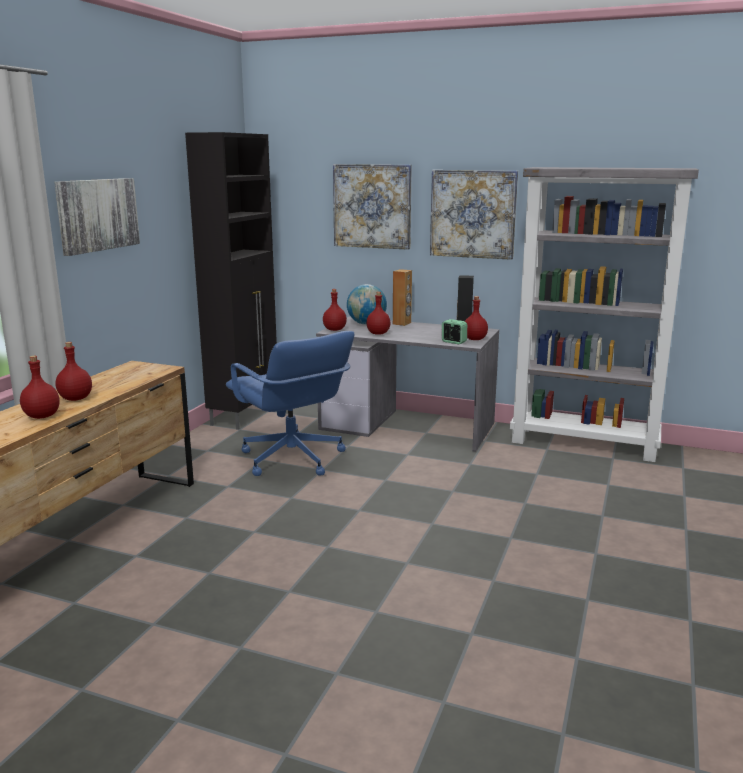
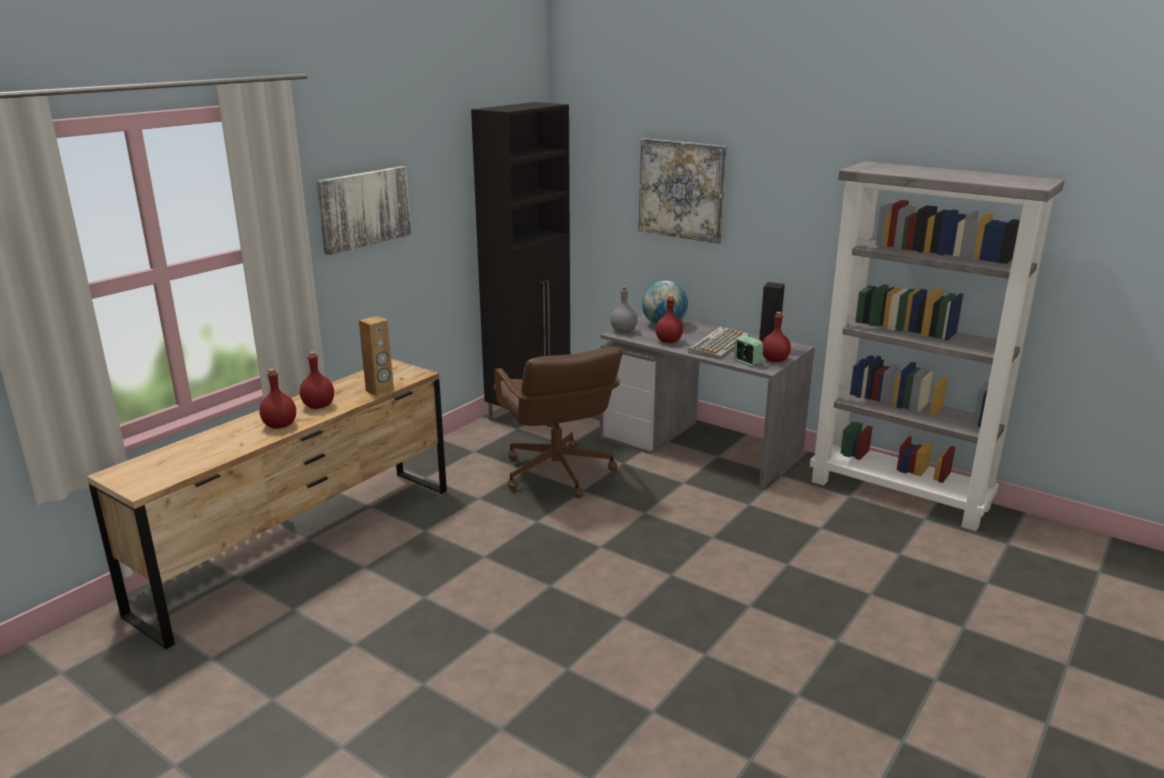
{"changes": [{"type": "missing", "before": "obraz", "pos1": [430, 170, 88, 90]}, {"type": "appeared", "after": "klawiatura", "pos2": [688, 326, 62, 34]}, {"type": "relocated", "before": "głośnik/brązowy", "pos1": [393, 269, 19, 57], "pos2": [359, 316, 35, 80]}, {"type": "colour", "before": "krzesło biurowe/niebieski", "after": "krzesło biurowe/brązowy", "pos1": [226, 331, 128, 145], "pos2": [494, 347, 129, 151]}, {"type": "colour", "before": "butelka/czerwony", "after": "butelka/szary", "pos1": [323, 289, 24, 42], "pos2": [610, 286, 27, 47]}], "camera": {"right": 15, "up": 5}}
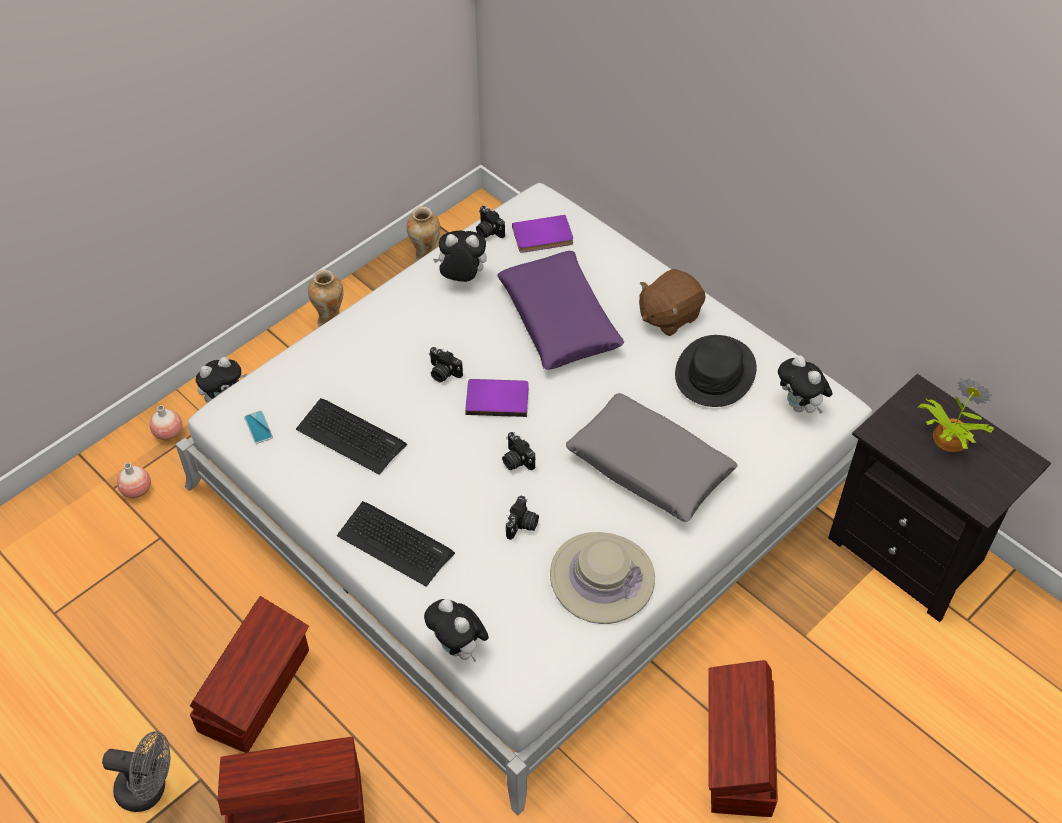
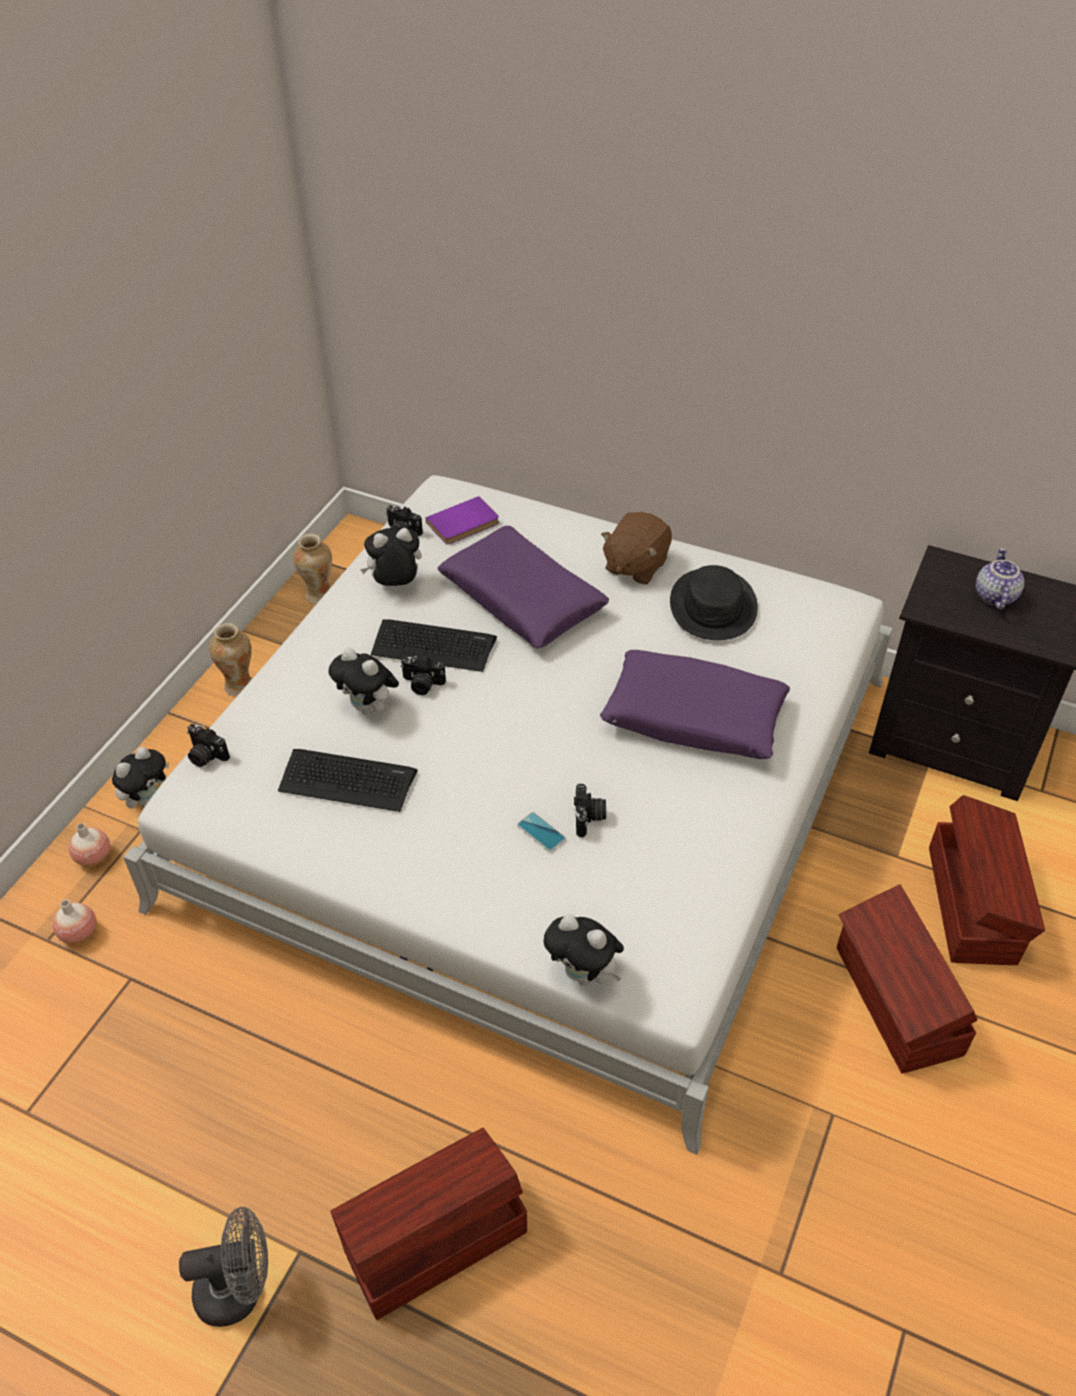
{"changes": [{"type": "missing", "before": "książka/fioletowy", "pos1": [465, 379, 64, 38]}, {"type": "missing", "before": "kapelusz/beżowy", "pos1": [550, 532, 105, 92]}, {"type": "relocated", "before": "pojemnik do przechowywania/brązowy", "pos1": [190, 596, 119, 157], "pos2": [929, 795, 116, 170]}, {"type": "relocated", "before": "telefon", "pos1": [244, 411, 29, 33], "pos2": [517, 812, 49, 40]}, {"type": "relocated", "before": "klawiatura", "pos1": [337, 501, 118, 86], "pos2": [371, 619, 126, 53]}, {"type": "relocated", "before": "aparat fotograficzny", "pos1": [502, 432, 33, 38], "pos2": [186, 724, 44, 43]}, {"type": "relocated", "before": "pluszak", "pos1": [778, 355, 55, 59], "pos2": [328, 648, 71, 67]}, {"type": "exchanged", "before": "roślina doniczkowa", "after": "imbryk", "pos1": [918, 378, 76, 74], "pos2": [976, 548, 48, 62]}, {"type": "colour", "before": "poduszka/szary", "after": "poduszka/fioletowy", "pos1": [566, 393, 172, 129], "pos2": [600, 650, 190, 109]}], "camera": {"right": -20, "up": -5}}
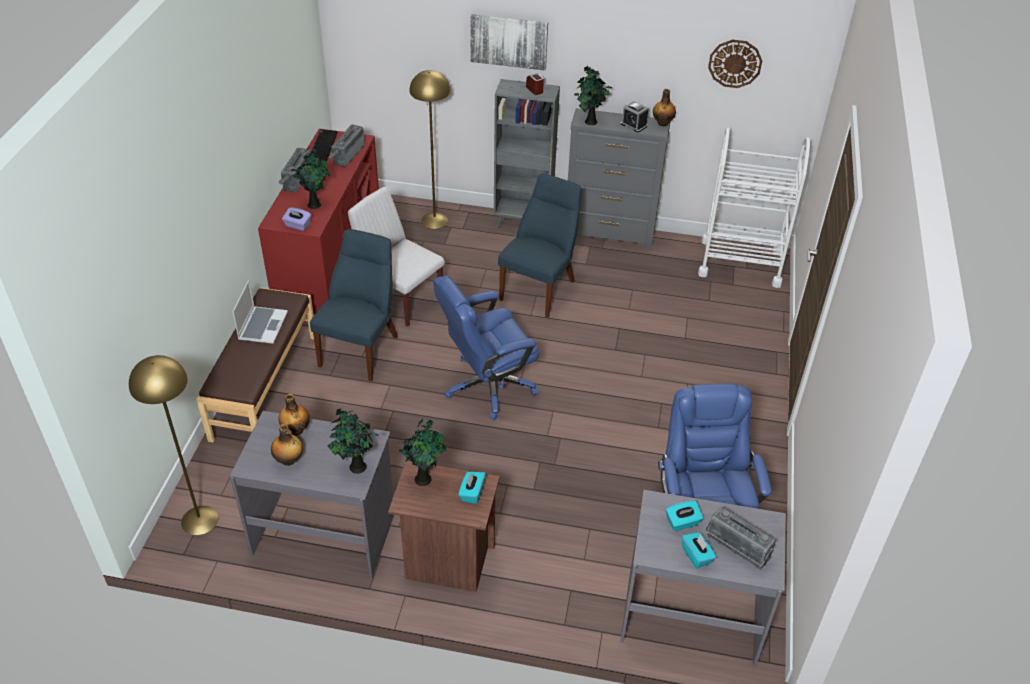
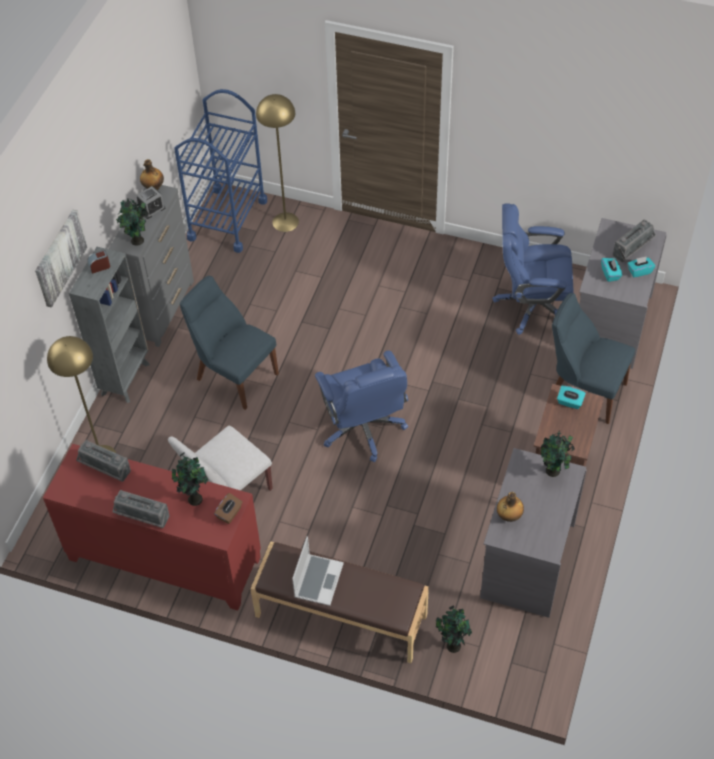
{"changes": [{"type": "missing", "before": "butelka", "pos1": [271, 424, 32, 42]}, {"type": "missing", "before": "klawiatura", "pos1": [311, 129, 27, 32]}, {"type": "missing", "before": "zegar ścienny", "pos1": [708, 40, 54, 48]}, {"type": "relocated", "before": "lampa stojąca/żółty", "pos1": [129, 355, 89, 180], "pos2": [256, 94, 43, 138]}, {"type": "relocated", "before": "krzesło/niebieski", "pos1": [310, 229, 88, 152], "pos2": [552, 293, 83, 131]}, {"type": "relocated", "before": "roślina doniczkowa", "pos1": [399, 419, 48, 67], "pos2": [436, 605, 36, 48]}, {"type": "colour", "before": "pudełko chusteczek/fioletowy", "after": "pudełko chusteczek/brązowy", "pos1": [282, 208, 29, 23], "pos2": [214, 493, 29, 31]}, {"type": "colour", "before": "wózek/biały", "after": "wózek/niebieski", "pos1": [698, 127, 112, 161], "pos2": [174, 89, 93, 164]}, {"type": "spun", "before": "laptop", "pos1": [232, 280, 56, 64], "pos2": [292, 536, 52, 70], "turn": 90}], "camera": {"right": -80, "up": 10}}
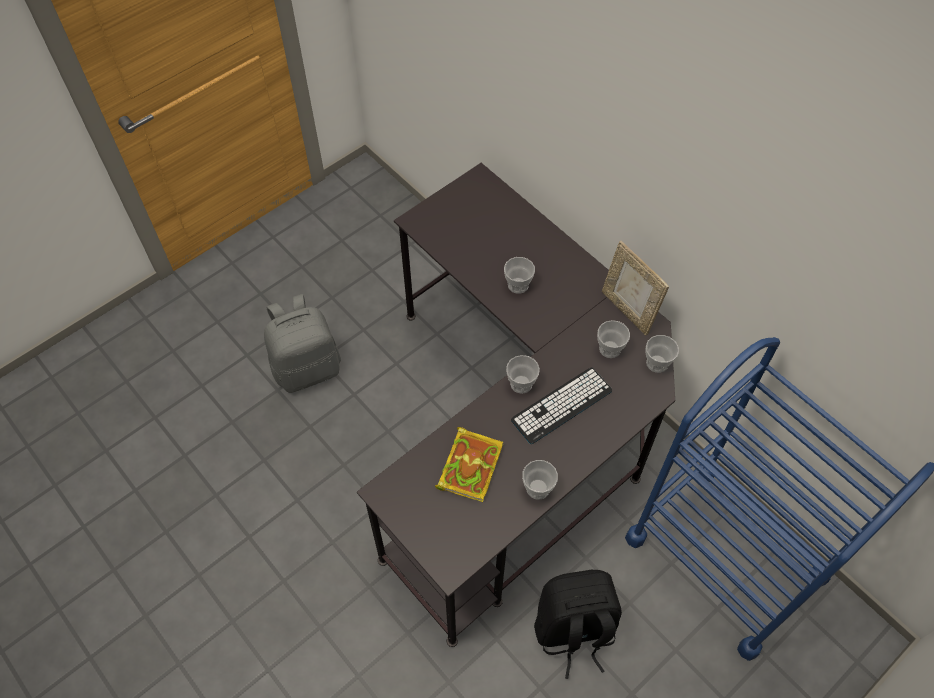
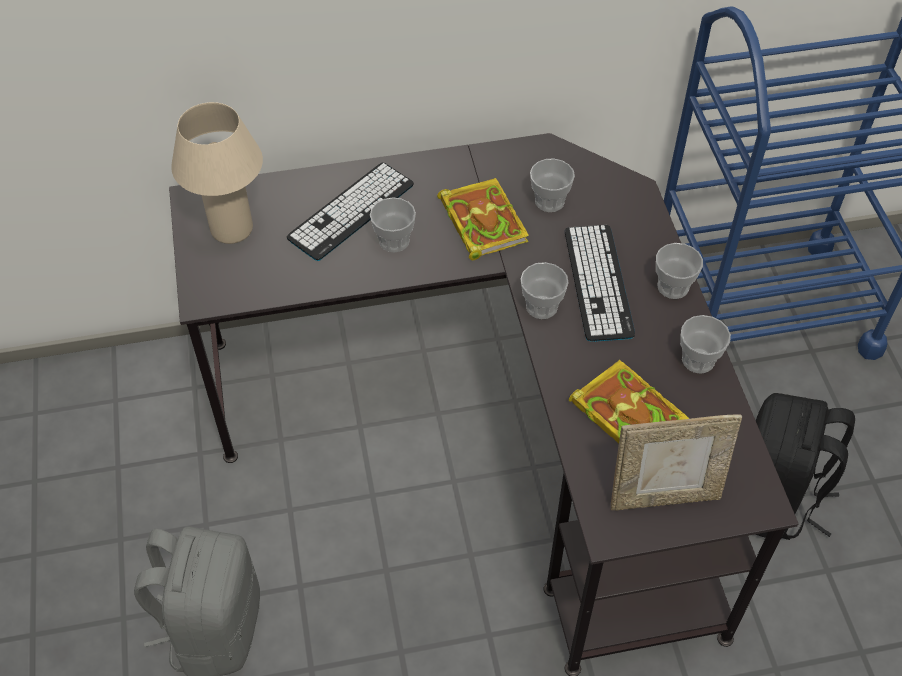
{"changes": [{"type": "appeared", "after": "lampa stołowa/beżowy", "pos2": [171, 102, 92, 142]}, {"type": "appeared", "after": "klawiatura", "pos2": [287, 163, 127, 98]}, {"type": "appeared", "after": "książka", "pos2": [437, 178, 92, 82]}, {"type": "relocated", "before": "ramka na zdjęcie", "pos1": [602, 241, 67, 95], "pos2": [611, 414, 131, 97]}, {"type": "relocated", "before": "filiżanka", "pos1": [645, 335, 34, 38], "pos2": [656, 243, 47, 56]}], "camera": {"right": -60, "up": -5}}
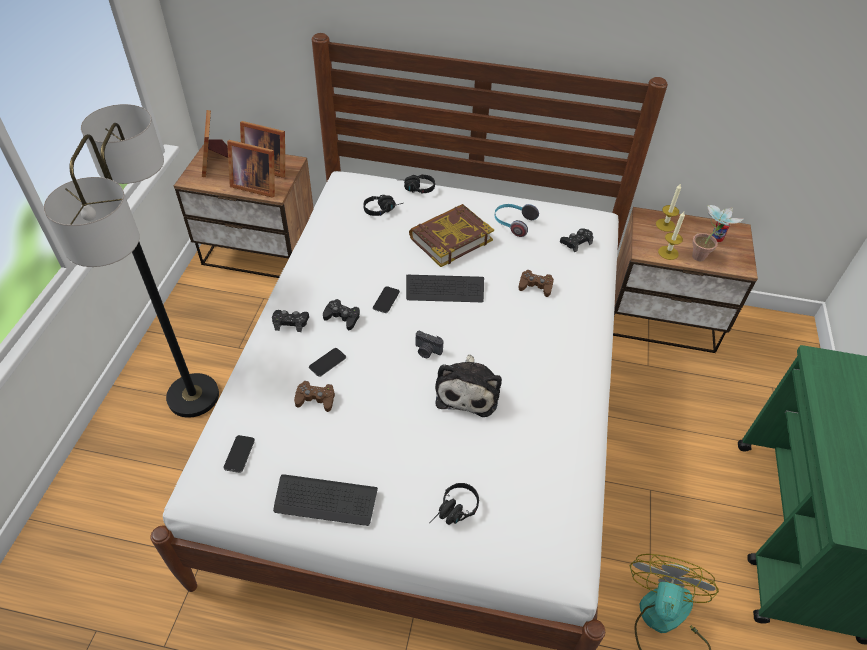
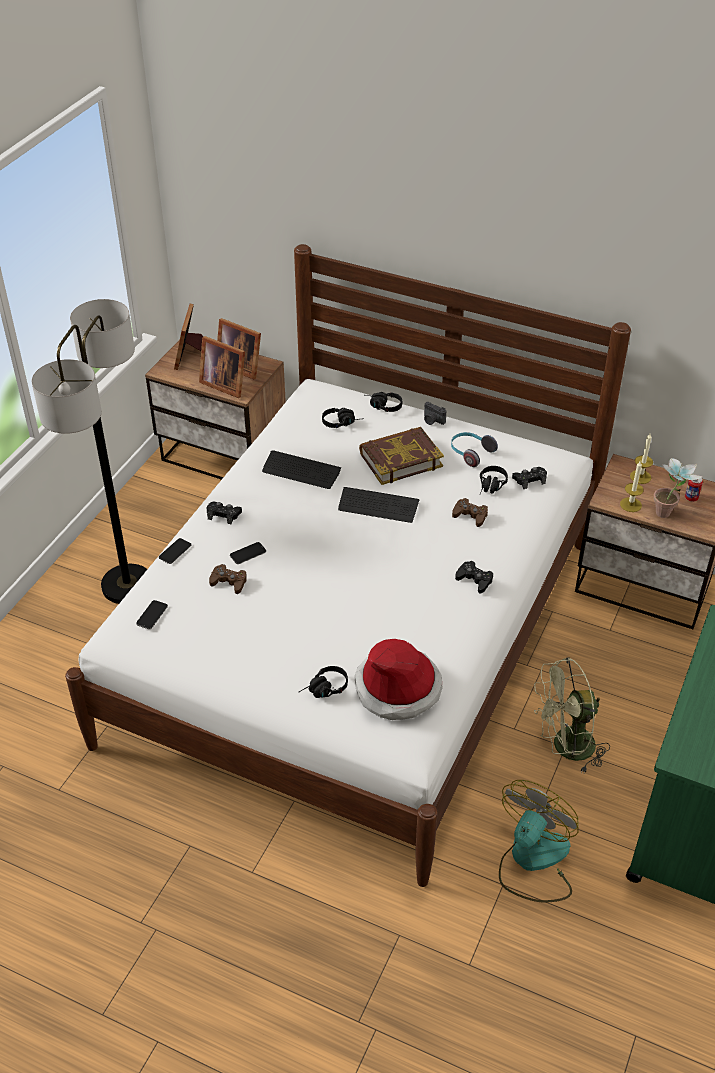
{"changes": [{"type": "missing", "before": "pluszak", "pos1": [435, 354, 67, 63]}, {"type": "appeared", "after": "kapelusz", "pos2": [354, 639, 89, 81]}, {"type": "appeared", "after": "słuchawki/czarny", "pos2": [480, 466, 28, 28]}, {"type": "appeared", "after": "wentylator/zielony", "pos2": [534, 657, 76, 116]}, {"type": "relocated", "before": "klawiatura", "pos1": [273, 474, 105, 52], "pos2": [262, 450, 79, 39]}, {"type": "relocated", "before": "pad do gier/czarny", "pos1": [323, 299, 37, 31], "pos2": [455, 561, 38, 33]}, {"type": "relocated", "before": "telefon", "pos1": [373, 286, 27, 27], "pos2": [159, 538, 32, 26]}, {"type": "relocated", "before": "aparat fotograficzny", "pos1": [416, 331, 27, 27], "pos2": [424, 402, 22, 23]}], "camera": {"right": 15, "up": -5}}
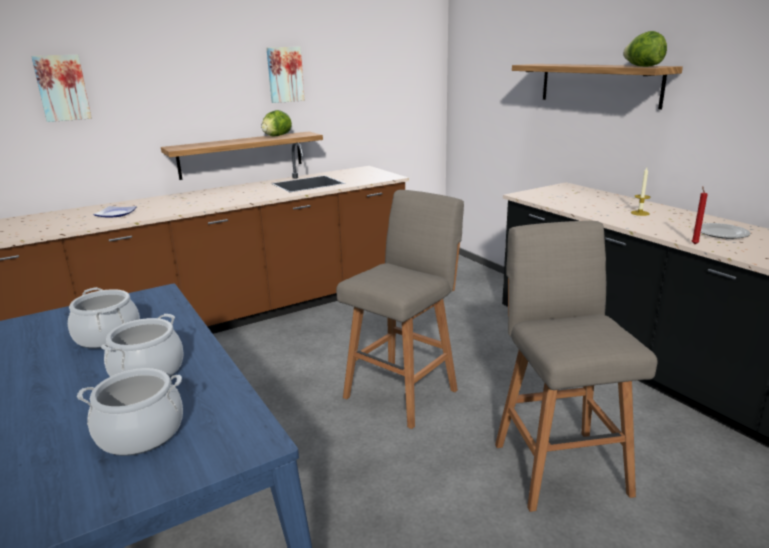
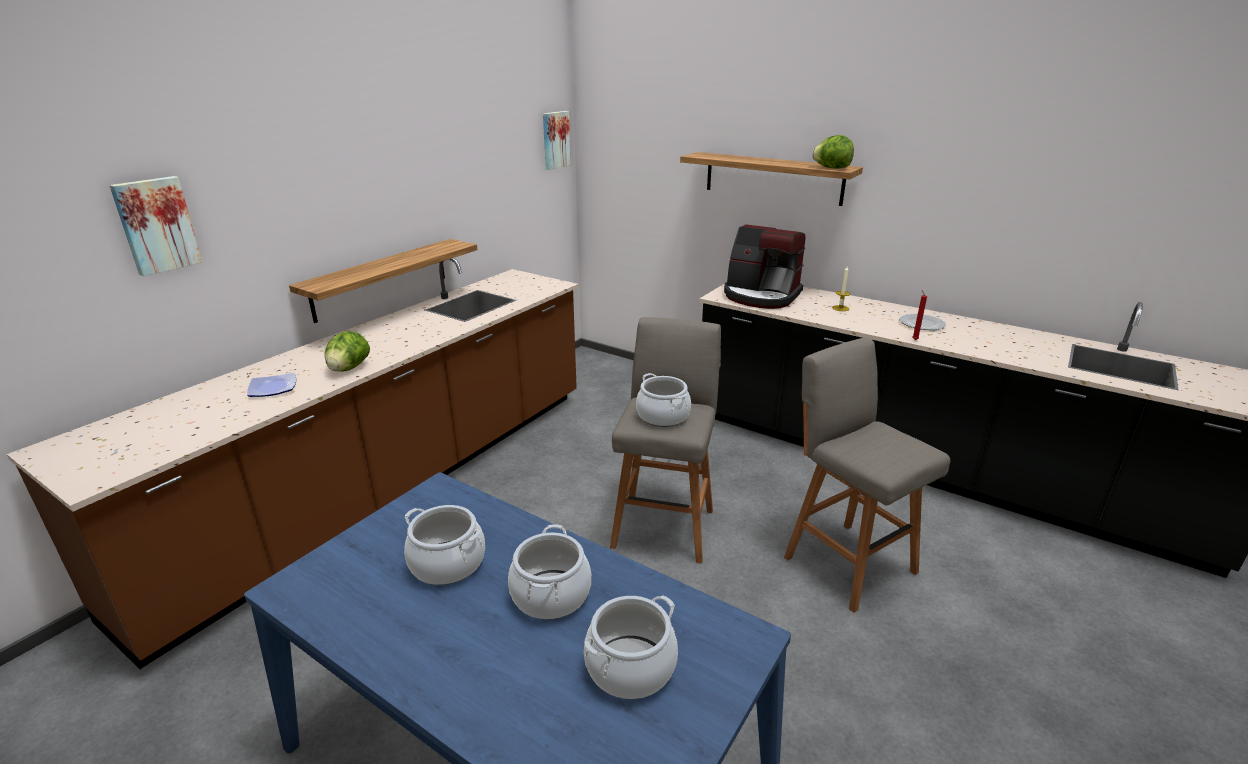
{"changes": [{"type": "appeared", "after": "garnek", "pos2": [636, 373, 55, 54]}, {"type": "appeared", "after": "ekspres do kawy", "pos2": [724, 224, 82, 85]}, {"type": "relocated", "before": "sałata", "pos1": [261, 110, 31, 26], "pos2": [325, 331, 45, 41]}, {"type": "relocated", "before": "obraz", "pos1": [266, 47, 39, 56], "pos2": [543, 111, 28, 59]}], "camera": {"right": -25, "up": 5}}
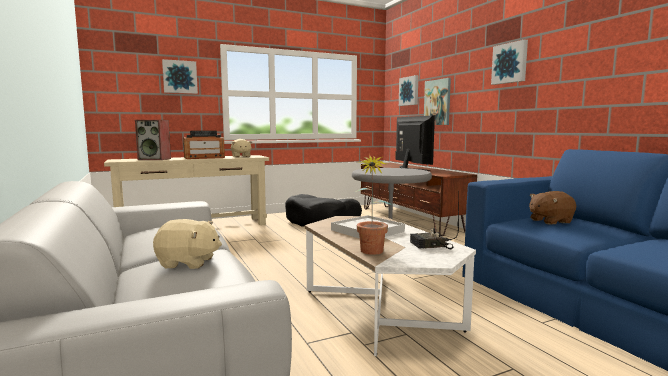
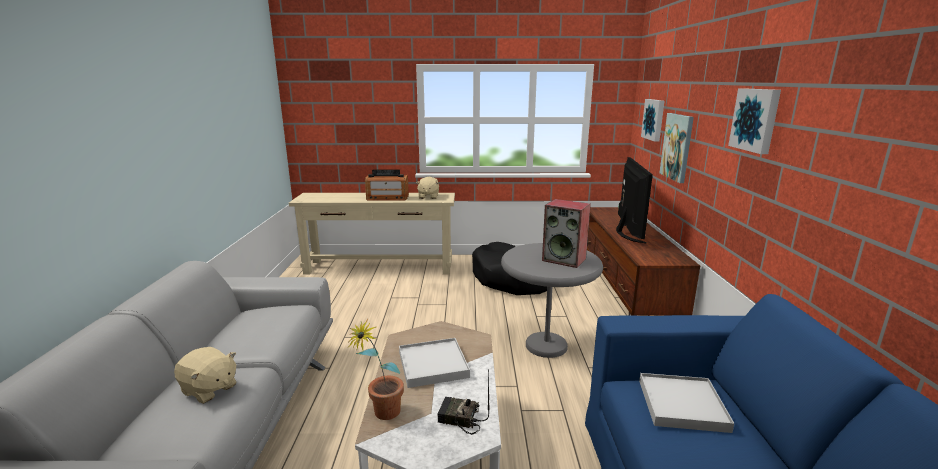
{"changes": [{"type": "missing", "before": "obraz", "pos1": [162, 59, 36, 35]}, {"type": "relocated", "before": "głośnik", "pos1": [135, 120, 36, 40], "pos2": [542, 199, 49, 69]}, {"type": "exchanged", "before": "pluszak/brązowy", "after": "taca/biały", "pos1": [529, 191, 47, 34], "pos2": [639, 373, 95, 60]}], "camera": {"right": 25, "up": 10}}
